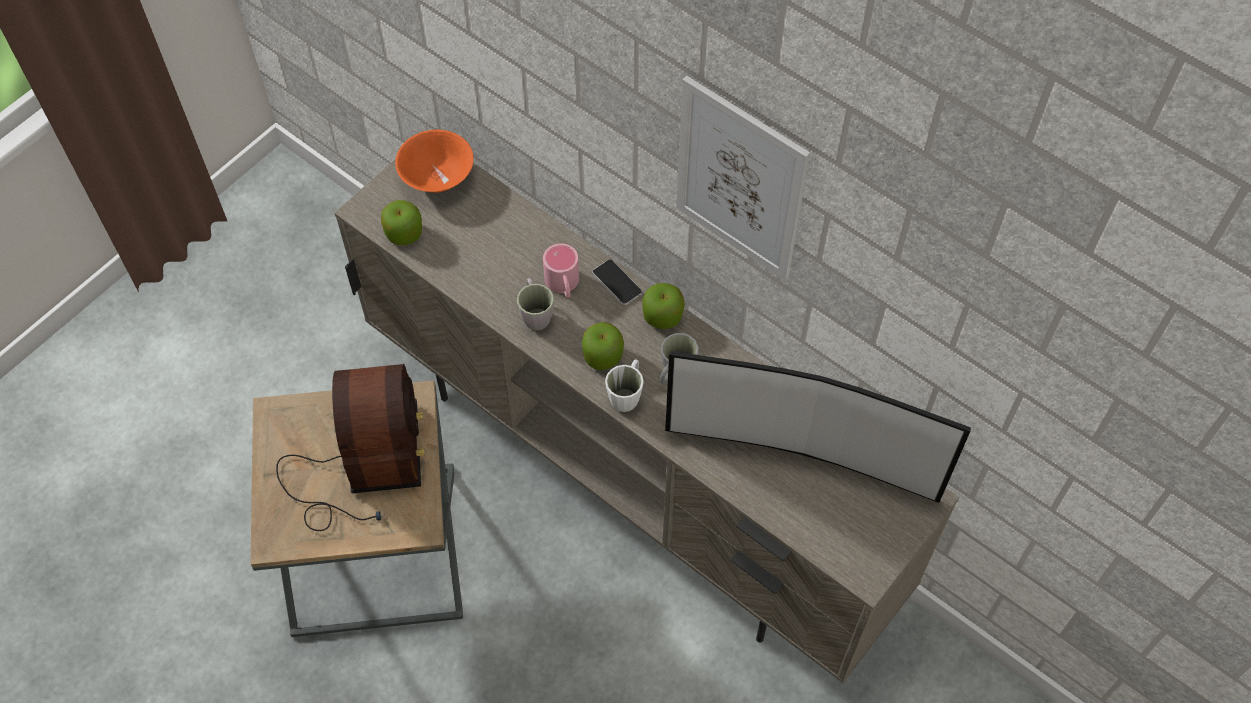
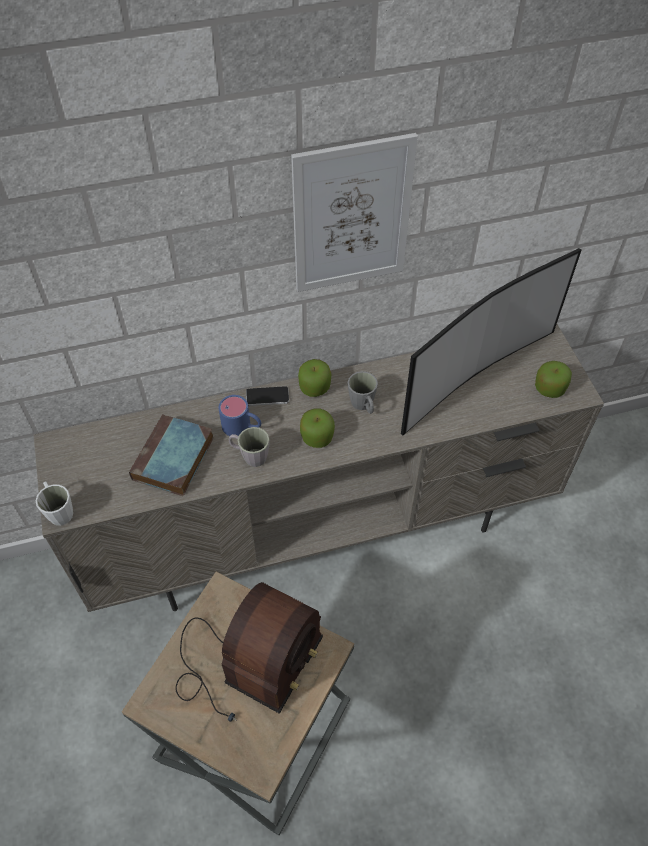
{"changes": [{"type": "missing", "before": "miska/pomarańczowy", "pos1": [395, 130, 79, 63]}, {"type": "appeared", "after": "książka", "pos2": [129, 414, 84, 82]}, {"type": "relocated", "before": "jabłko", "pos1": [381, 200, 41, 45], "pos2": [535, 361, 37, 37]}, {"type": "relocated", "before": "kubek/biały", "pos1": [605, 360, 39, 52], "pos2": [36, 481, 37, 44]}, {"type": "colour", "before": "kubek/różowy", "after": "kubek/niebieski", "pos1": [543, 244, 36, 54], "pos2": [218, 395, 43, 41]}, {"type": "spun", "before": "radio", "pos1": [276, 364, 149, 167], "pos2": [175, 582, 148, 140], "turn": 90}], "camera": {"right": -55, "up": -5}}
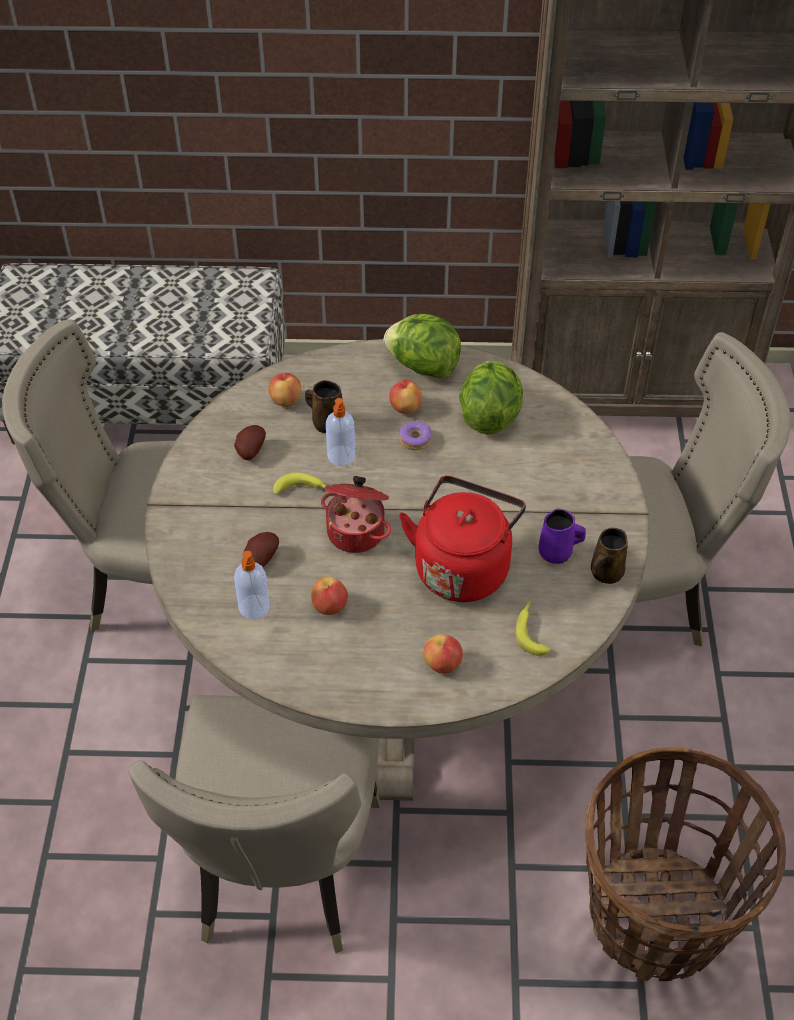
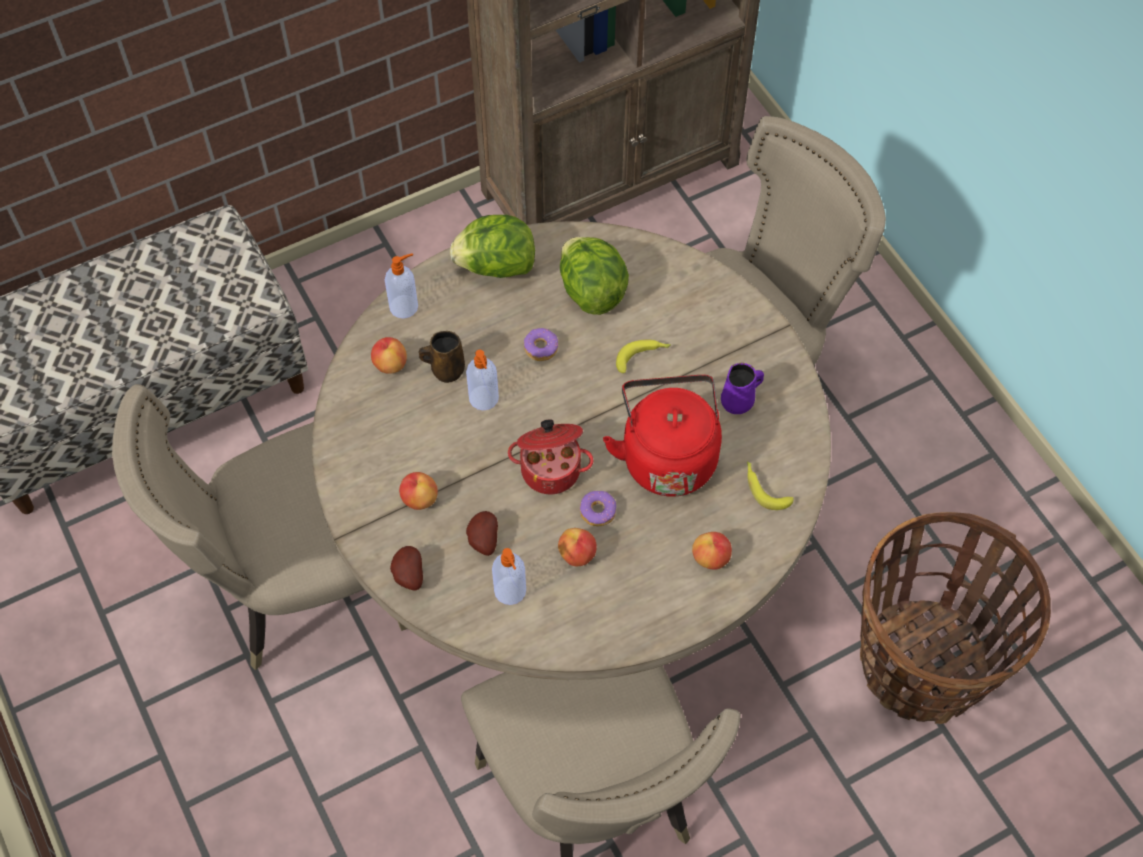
{"changes": [{"type": "missing", "before": "kubek/brązowy", "pos1": [591, 528, 37, 56]}, {"type": "appeared", "after": "dozownik mydła", "pos2": [385, 253, 33, 65]}, {"type": "appeared", "after": "donut", "pos2": [580, 491, 36, 35]}, {"type": "relocated", "before": "ziemniak", "pos1": [234, 425, 32, 35], "pos2": [390, 546, 33, 45]}, {"type": "relocated", "before": "banan", "pos1": [273, 472, 54, 23], "pos2": [616, 340, 55, 33]}, {"type": "relocated", "before": "jabłko", "pos1": [389, 380, 33, 34], "pos2": [399, 472, 39, 38]}], "camera": {"right": -30, "up": 10}}
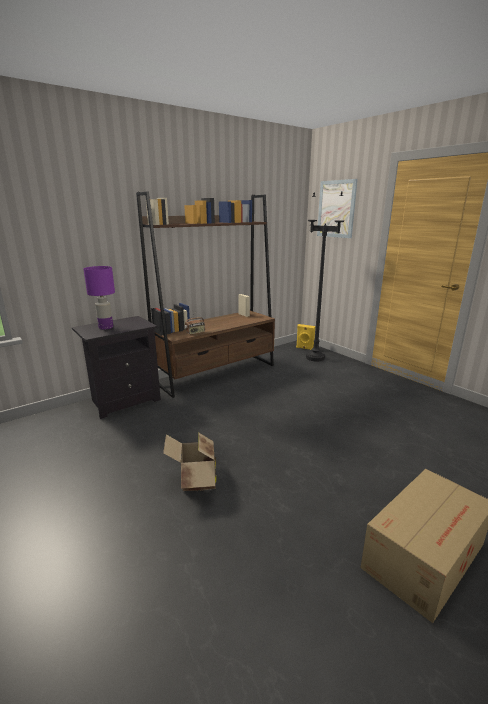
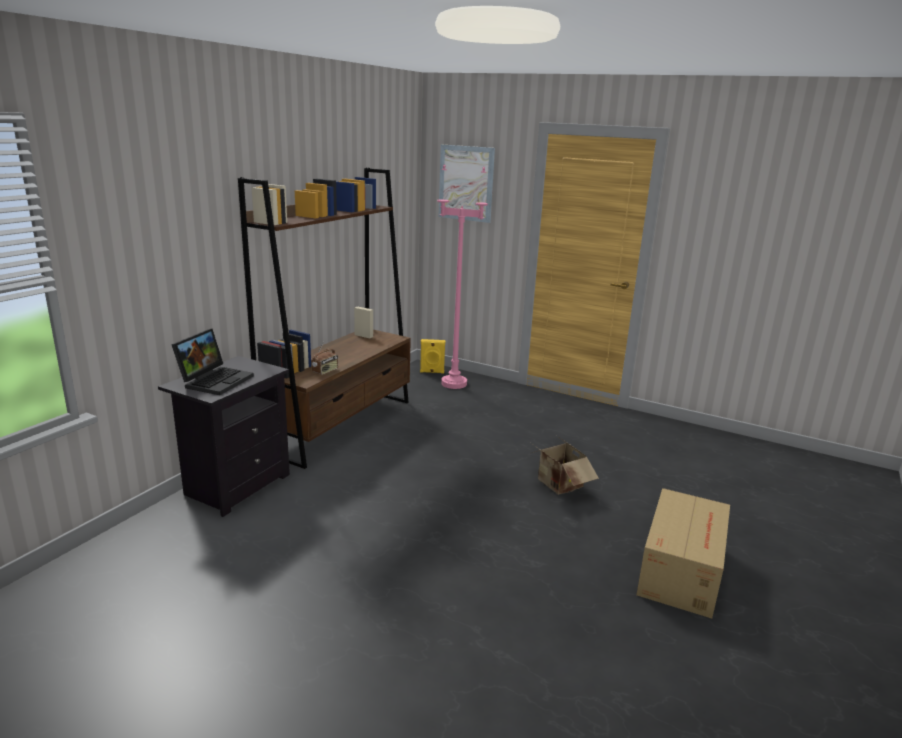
{"changes": [{"type": "relocated", "before": "karton", "pos1": [163, 432, 53, 59], "pos2": [531, 436, 68, 58]}, {"type": "exchanged", "before": "lampa stołowa/fioletowy", "after": "laptop", "pos1": [83, 266, 32, 64], "pos2": [171, 329, 83, 66]}, {"type": "colour", "before": "lampa stojąca/czarny", "after": "lampa stojąca/różowy", "pos1": [306, 192, 38, 169], "pos2": [437, 164, 51, 225]}], "camera": {"right": -25, "up": 0}}
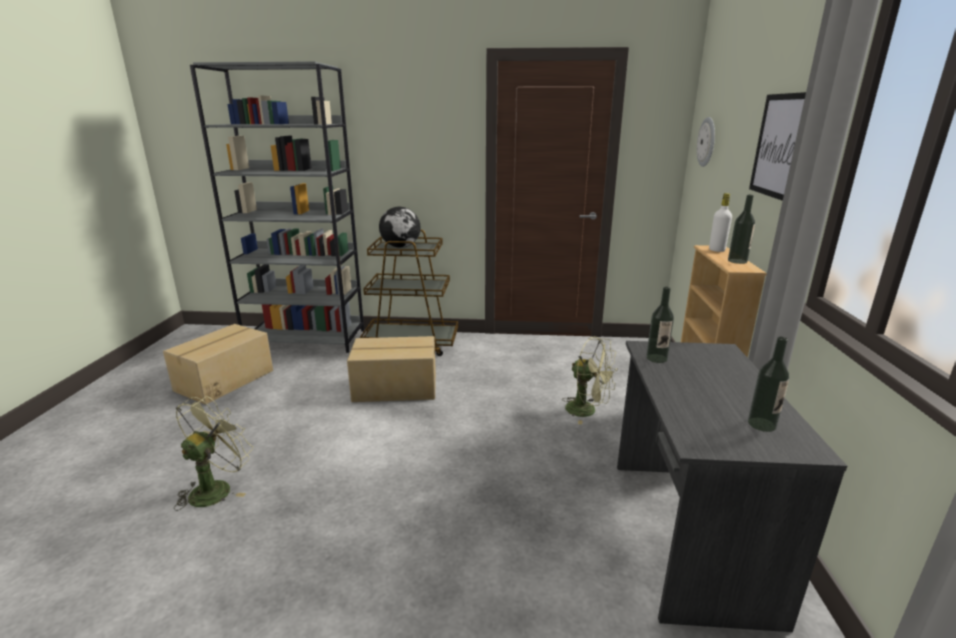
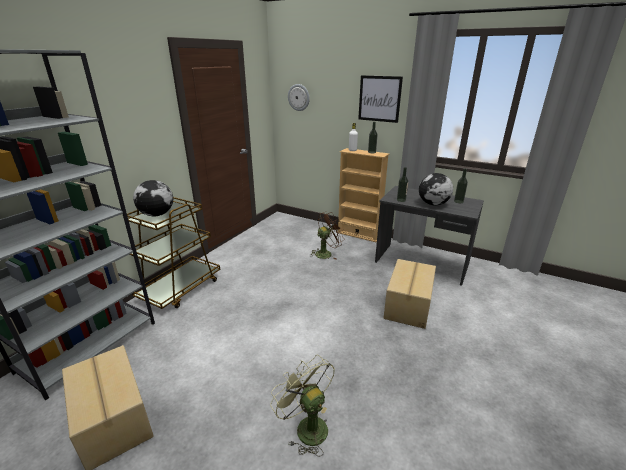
{"changes": [{"type": "appeared", "after": "globus", "pos2": [419, 173, 34, 32]}, {"type": "relocated", "before": "karton", "pos1": [347, 336, 89, 66], "pos2": [384, 259, 52, 70]}, {"type": "colour", "before": "wentylator/zielony", "after": "wentylator/brązowy", "pos1": [562, 337, 56, 87], "pos2": [310, 212, 34, 48]}], "camera": {"right": -65, "up": 5}}
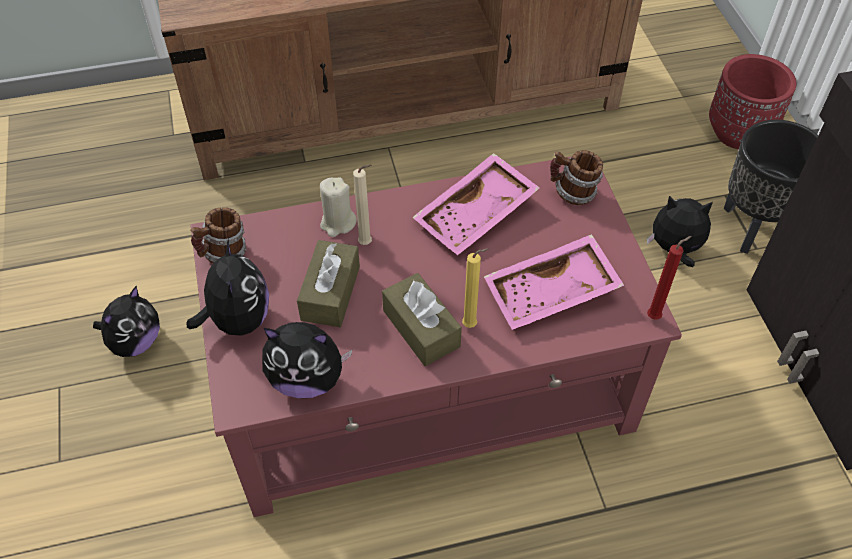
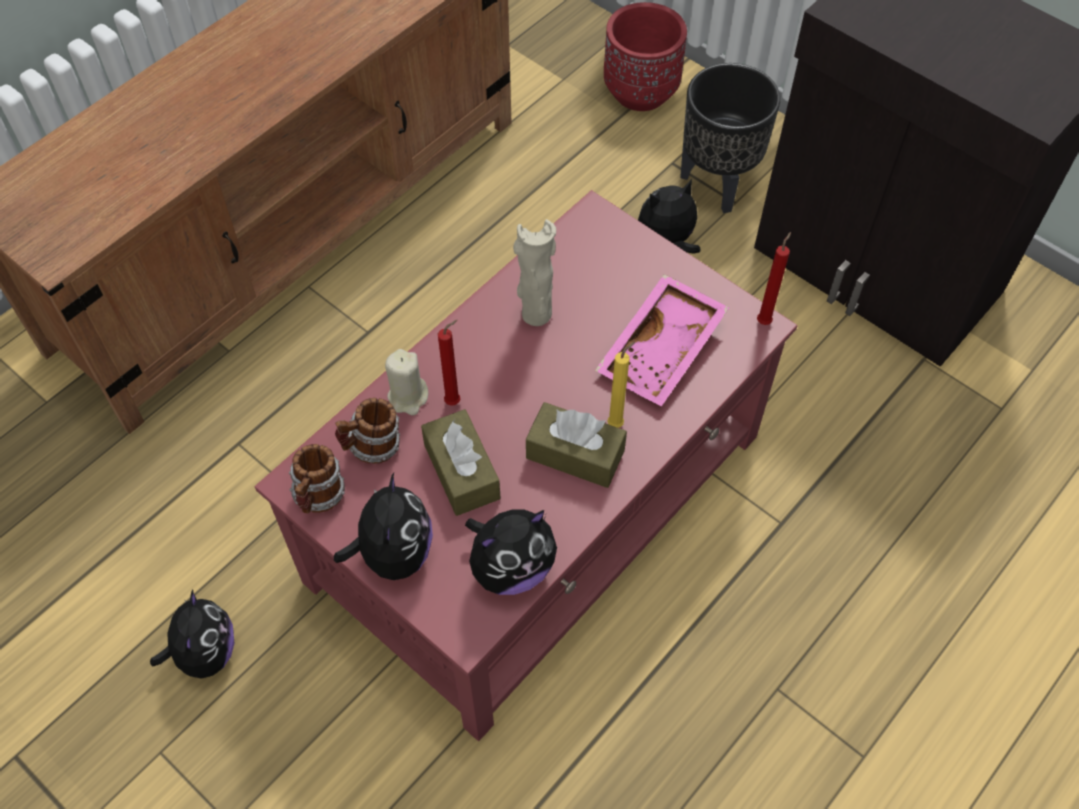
{"changes": [{"type": "relocated", "before": "kubek", "pos1": [550, 150, 53, 55], "pos2": [335, 398, 65, 66]}, {"type": "exchanged", "before": "taca/różowy", "after": "wazon/beżowy", "pos1": [412, 153, 128, 102], "pos2": [513, 219, 43, 107]}, {"type": "colour", "before": "świeca/beżowy", "after": "świeca/czerwony", "pos1": [353, 165, 19, 80], "pos2": [438, 320, 22, 86]}, {"type": "spun", "before": "pluszak", "pos1": [186, 239, 83, 97], "pos2": [334, 473, 99, 107], "turn": 45}], "camera": {"right": -35, "up": 5}}
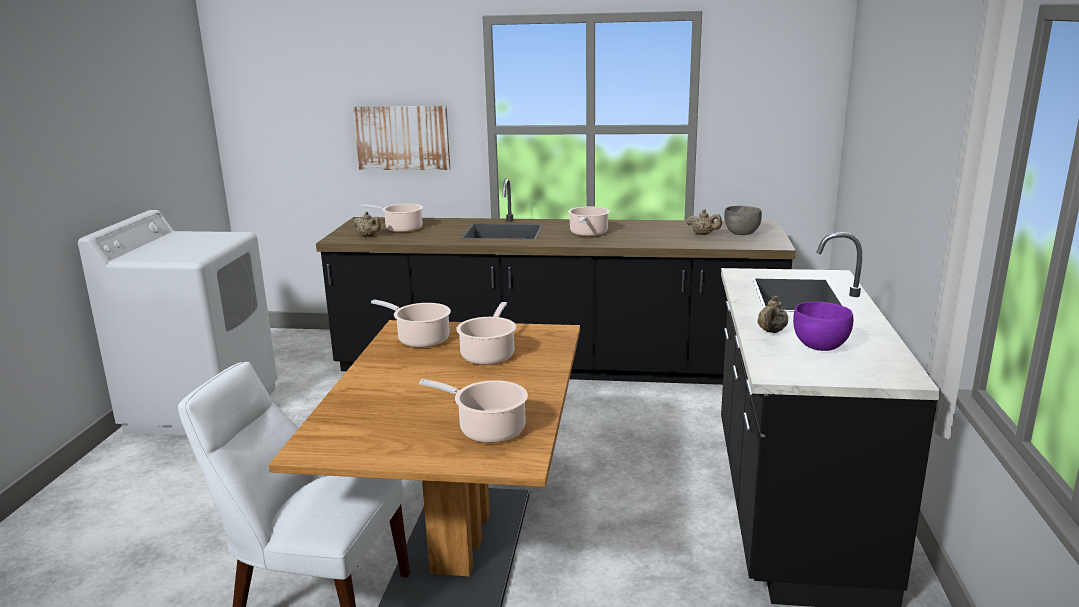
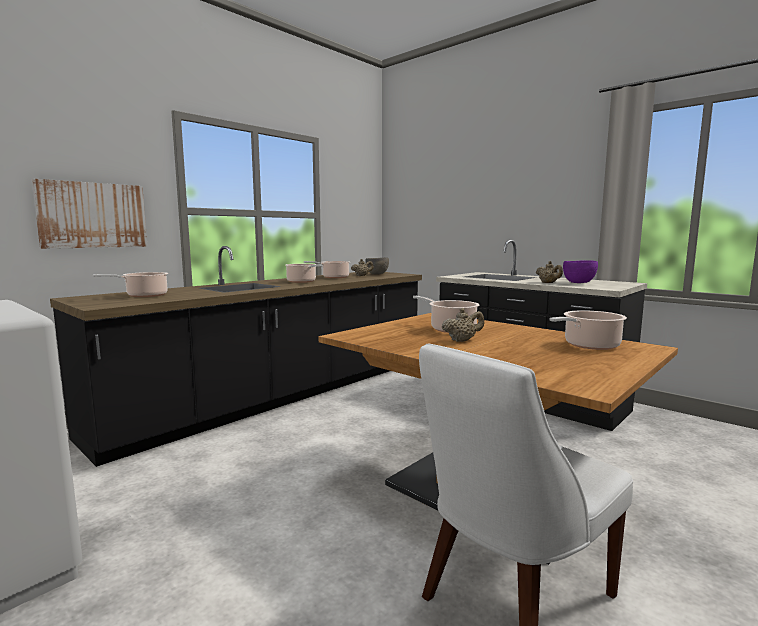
{"changes": [{"type": "relocated", "before": "imbryk/beżowy", "pos1": [354, 212, 27, 25], "pos2": [442, 308, 42, 34]}, {"type": "relocated", "before": "garnek", "pos1": [371, 299, 80, 49], "pos2": [304, 261, 46, 17]}], "camera": {"right": -55, "up": -10}}
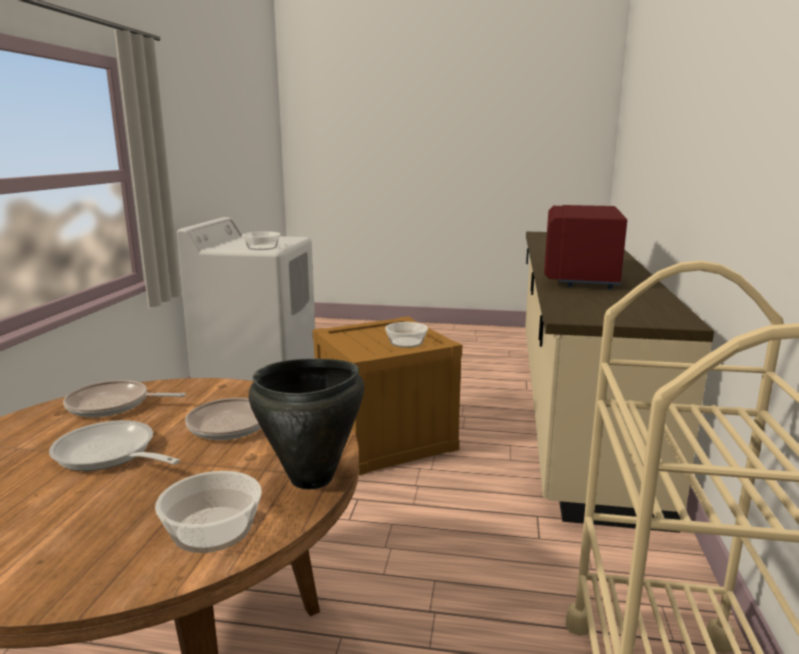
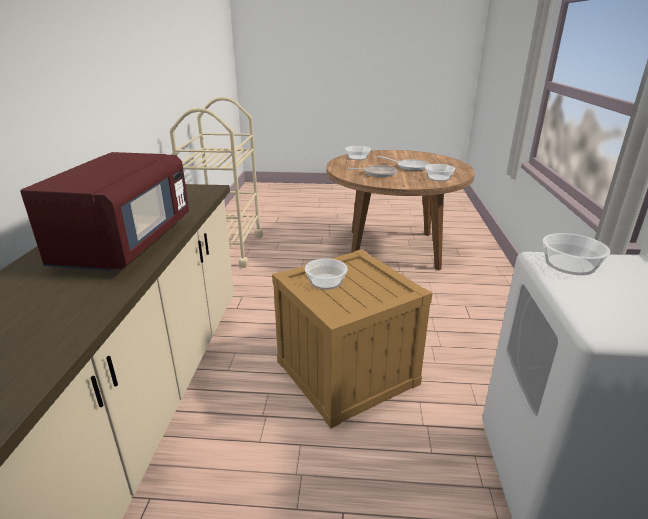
{"changes": [{"type": "missing", "before": "garnek/czarny", "pos1": [249, 359, 115, 130]}, {"type": "exchanged", "before": "patelnia", "after": "miska", "pos1": [63, 380, 123, 37], "pos2": [425, 164, 30, 17]}], "camera": {"right": 175, "up": 10}}
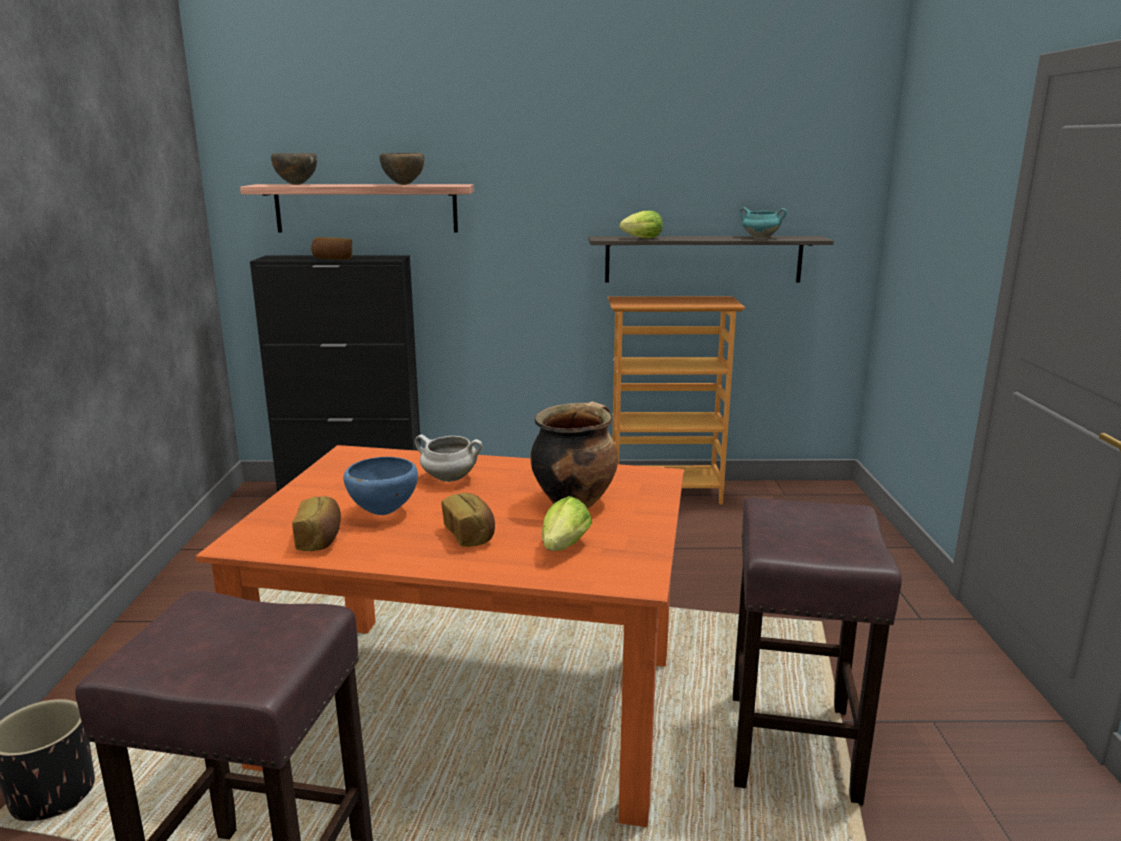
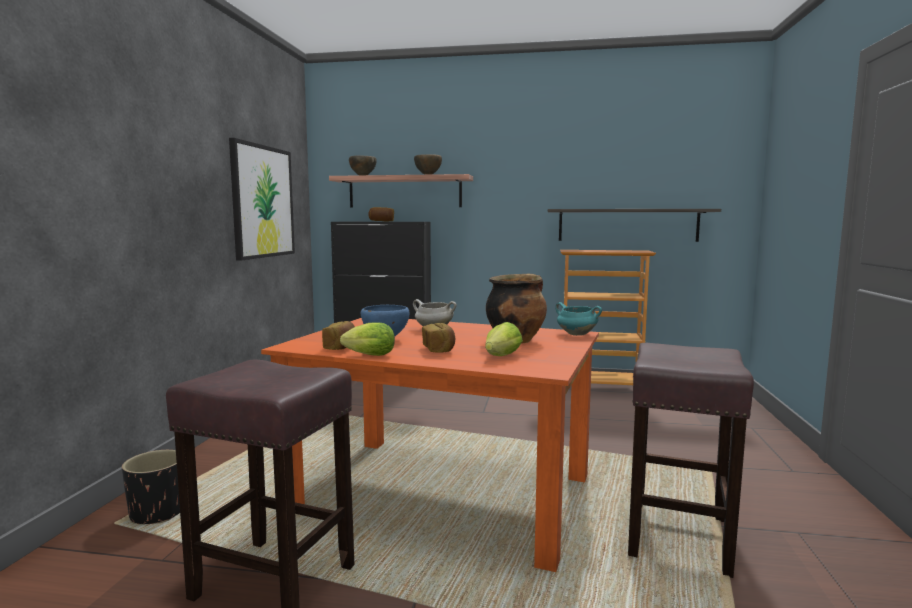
{"changes": [{"type": "appeared", "after": "obraz", "pos2": [229, 138, 66, 123]}, {"type": "relocated", "before": "sałata", "pos1": [619, 211, 44, 28], "pos2": [340, 322, 55, 34]}, {"type": "relocated", "before": "garnek/turkusowy", "pos1": [739, 207, 48, 31], "pos2": [555, 302, 47, 34]}], "camera": {"right": 10, "up": -10}}
